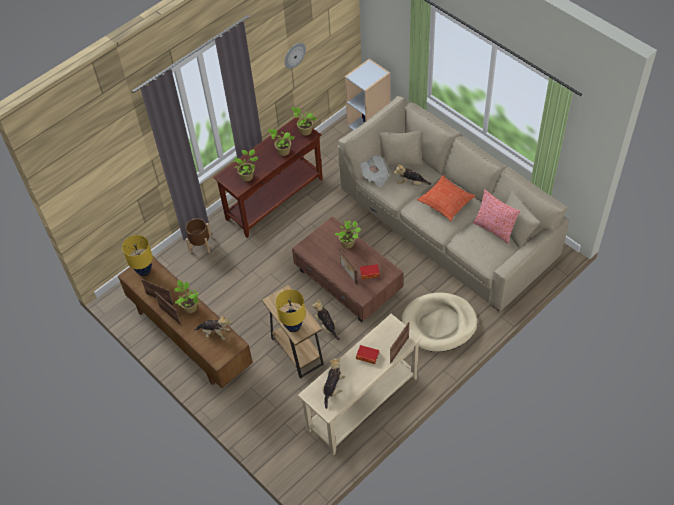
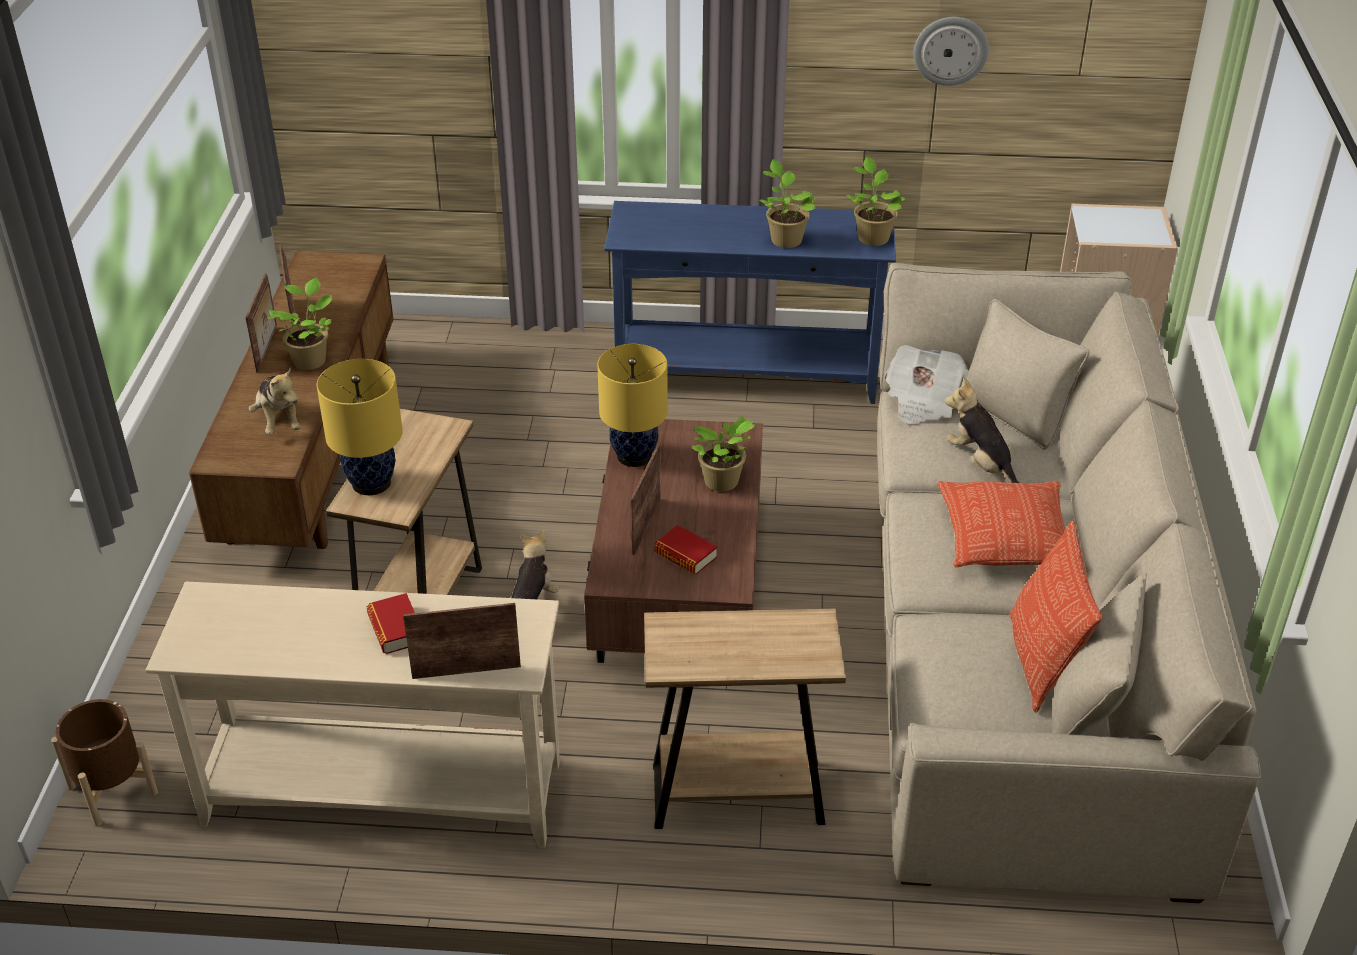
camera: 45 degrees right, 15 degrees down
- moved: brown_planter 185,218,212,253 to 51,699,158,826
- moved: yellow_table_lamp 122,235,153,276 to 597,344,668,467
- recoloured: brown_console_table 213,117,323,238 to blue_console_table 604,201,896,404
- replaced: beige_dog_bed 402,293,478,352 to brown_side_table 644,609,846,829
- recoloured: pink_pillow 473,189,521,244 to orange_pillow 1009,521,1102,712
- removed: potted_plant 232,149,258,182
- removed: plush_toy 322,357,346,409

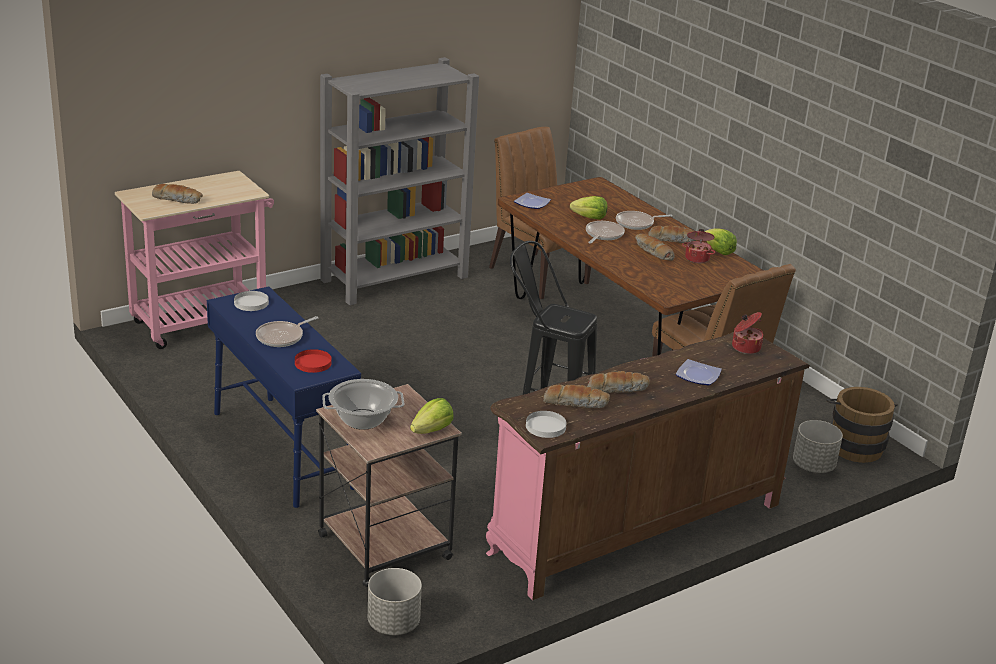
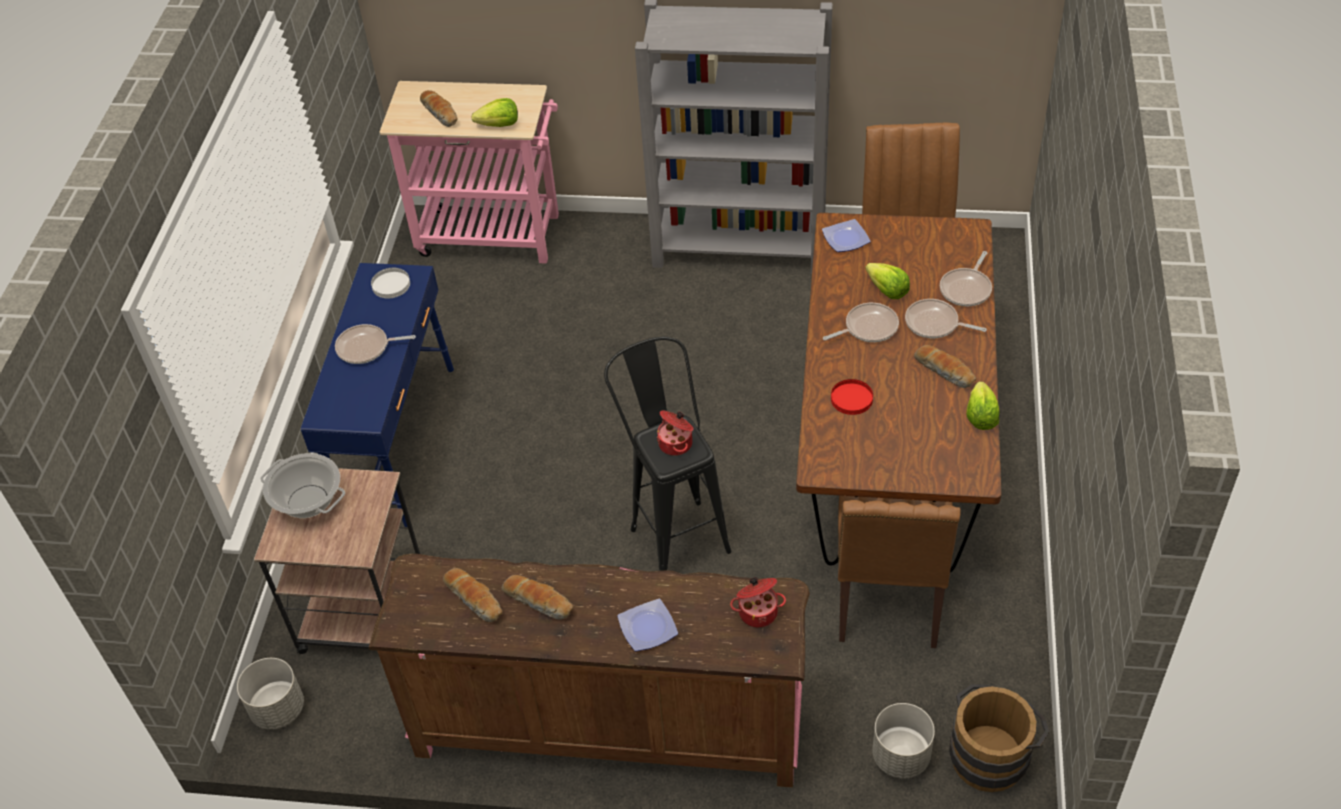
camera: 45 degrees right, 20 degrees up
- moved: lettuce 410,398,454,434 to 471,98,518,127
- moved: cooking_pot 682,229,715,263 to 657,411,694,456
- moved: red_plate 295,349,332,373 to 831,379,873,415
- added: frying_pan 940,251,992,306
- removed: white_plate 526,411,567,438
- removed: bread 635,234,675,261

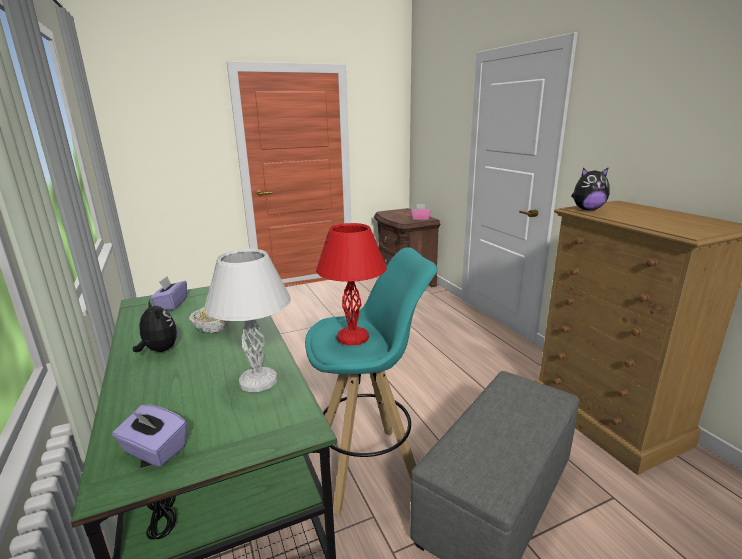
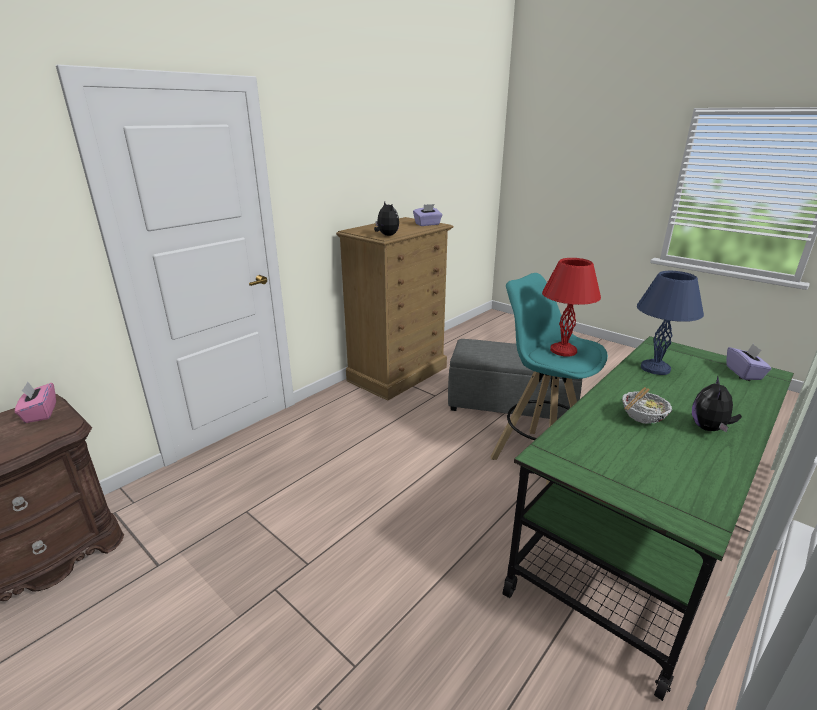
camera: 115 degrees left, 5 degrees up
- moved: purple_tissue_box 150,277,187,310 to 413,204,442,226
- recoloured: white_table_lamp 204,249,291,392 to blue_table_lamp 637,271,704,375

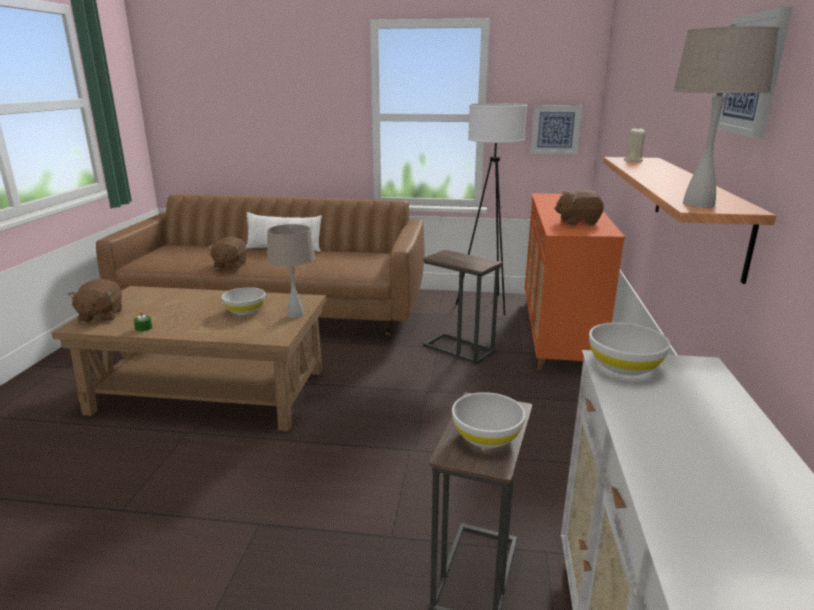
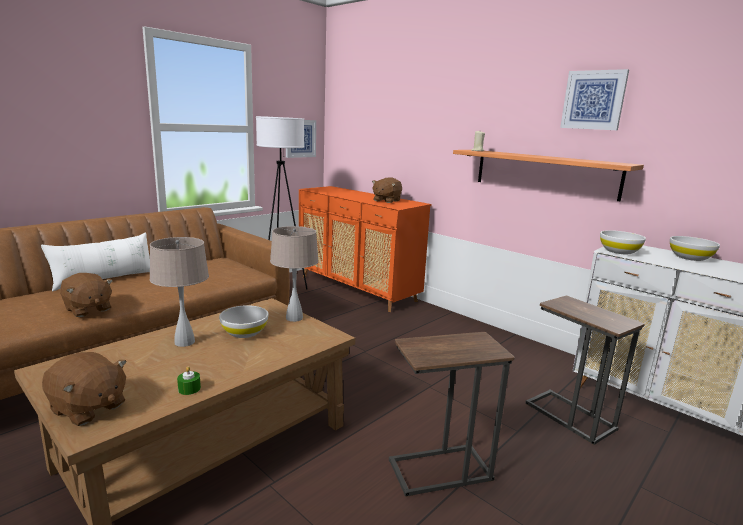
camera: 55 degrees left, 5 degrees down
- moved: beige_table_lamp 673,24,779,207 to 150,237,209,347
- moved: brown_side_table 423,250,502,365 to 389,332,515,497
- moved: white_bowl 452,392,525,448 to 670,236,720,261

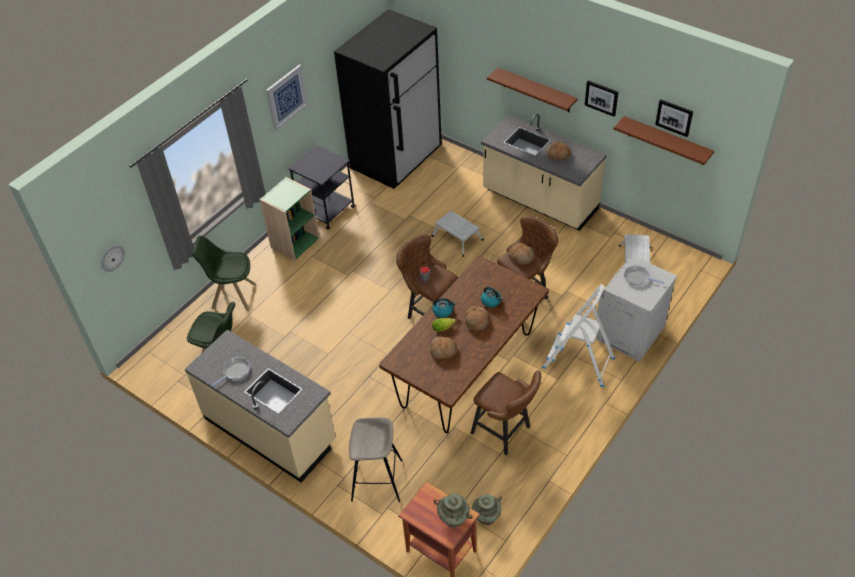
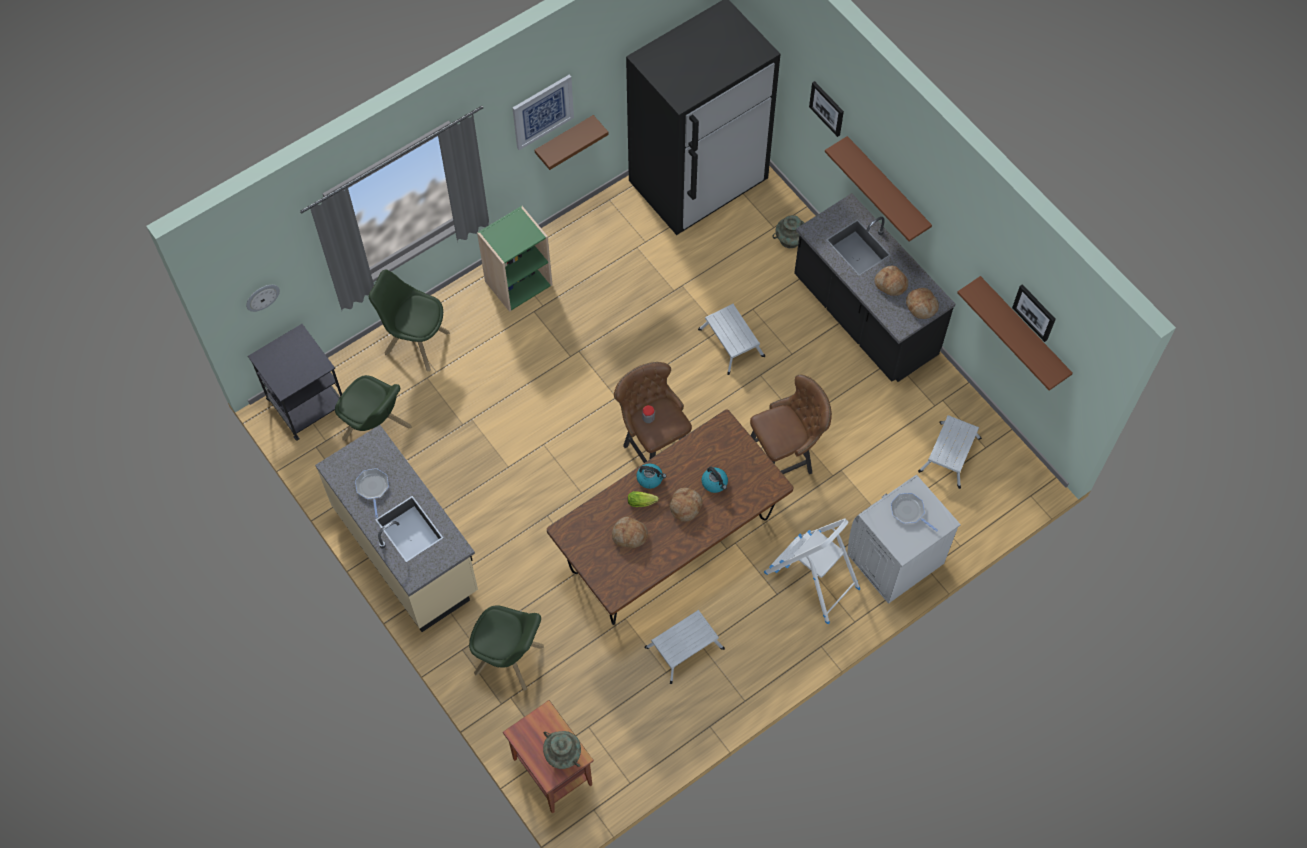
camera: 15 degrees right, 15 degrees up
- moved: black_cart 288,145,355,230 to 248,324,342,441
- turned: frying_pan 212,357,250,386 = 355,468,389,518 75 degrees counterclockwise
- replaced: grey_stool 349,417,403,502 to green_chair 469,606,544,691
- added: brown_shelf 535,115,609,170
- replaced: brown_stool 471,370,541,456 to white_step_ladder 644,610,725,684
- moved: turquoise_vase 472,494,502,525 to 772,215,804,248
- recoloured: beige_counter 481,114,607,231 to black_counter 794,193,956,382
- moved: picture 585,80,618,117 to 809,81,844,137
- moved: bread 508,243,534,265 to 906,288,939,319

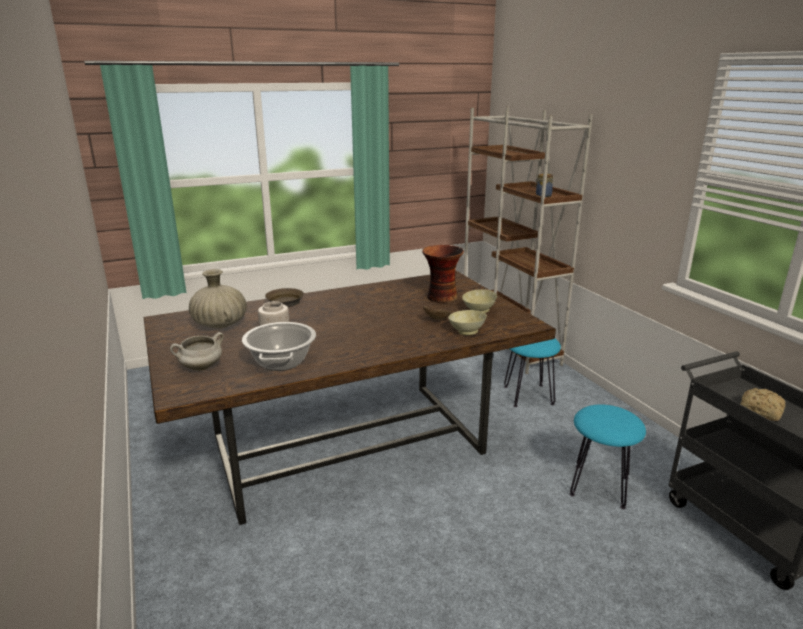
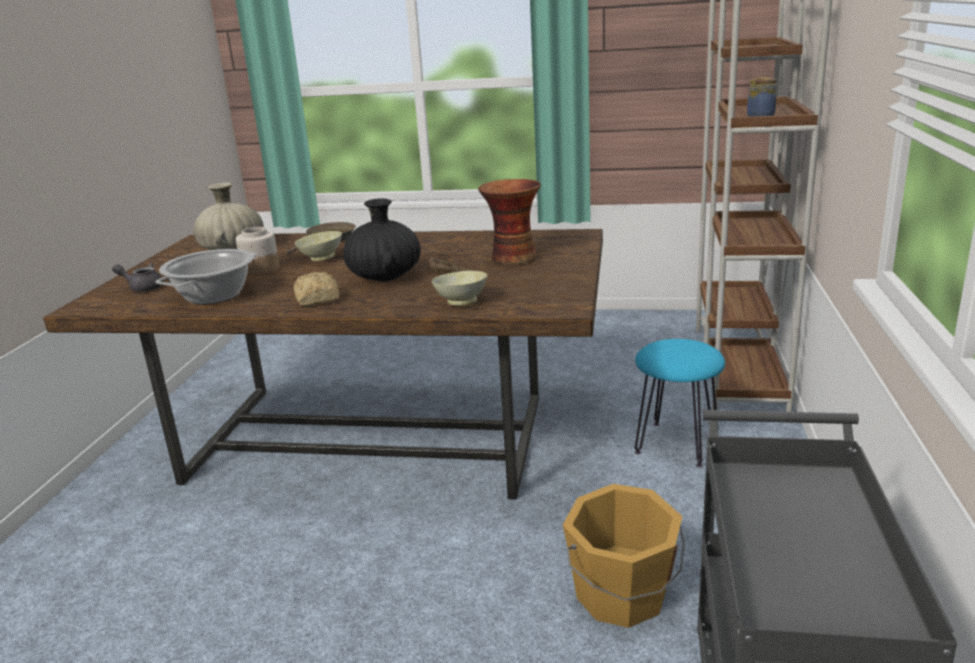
camera: 35 degrees right, 0 degrees up
- replaced: white_cooking_pot 170,332,224,371 to grey_teapot 112,263,163,292
- moved: bread 741,388,785,421 to 294,272,340,307
- moved: beige_bowl 462,289,497,313 to 295,231,342,262
- added: black_vase 343,198,421,282
- replaced: turquoise_stool 570,404,646,509 to orange_bucket 563,484,685,628

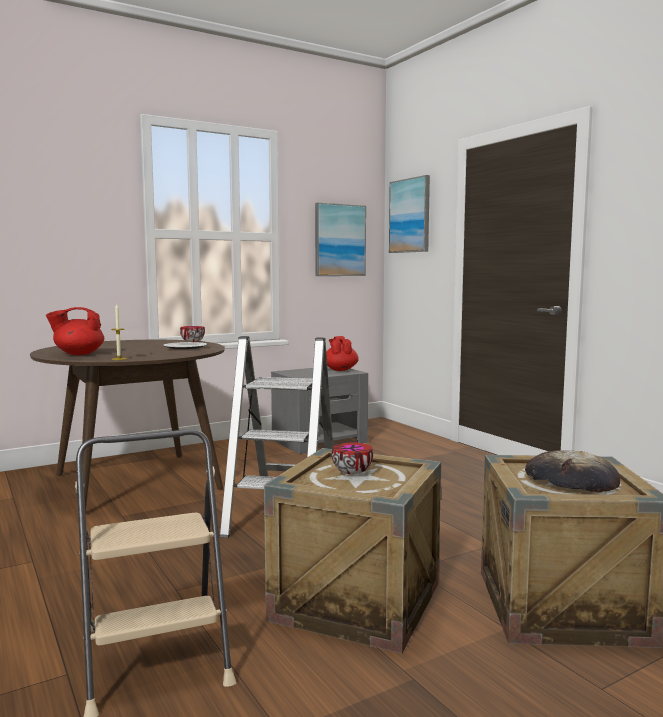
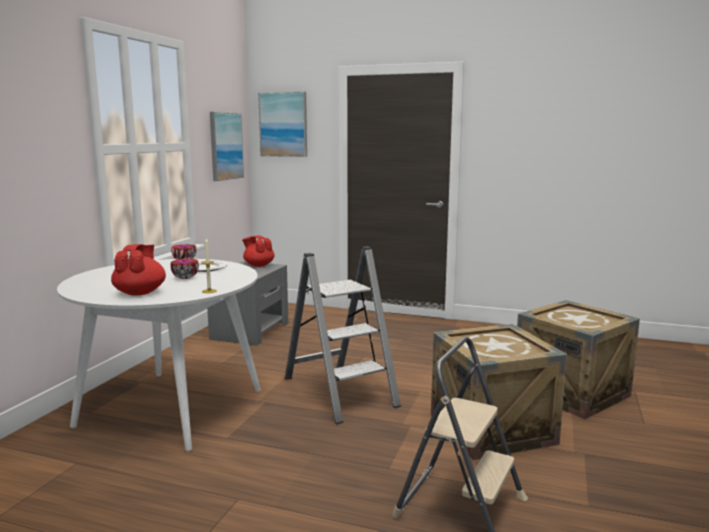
camera: 40 degrees left, 5 degrees up
- recoloured: brown_dining_table 30,340,225,514 to white_dining_table 57,259,261,451
- turned: red_teapot 46,307,104,355 = 111,244,166,296 150 degrees clockwise
- moved: bowl 332,443,373,475 to 170,259,199,279
- removed: bread 525,450,620,492

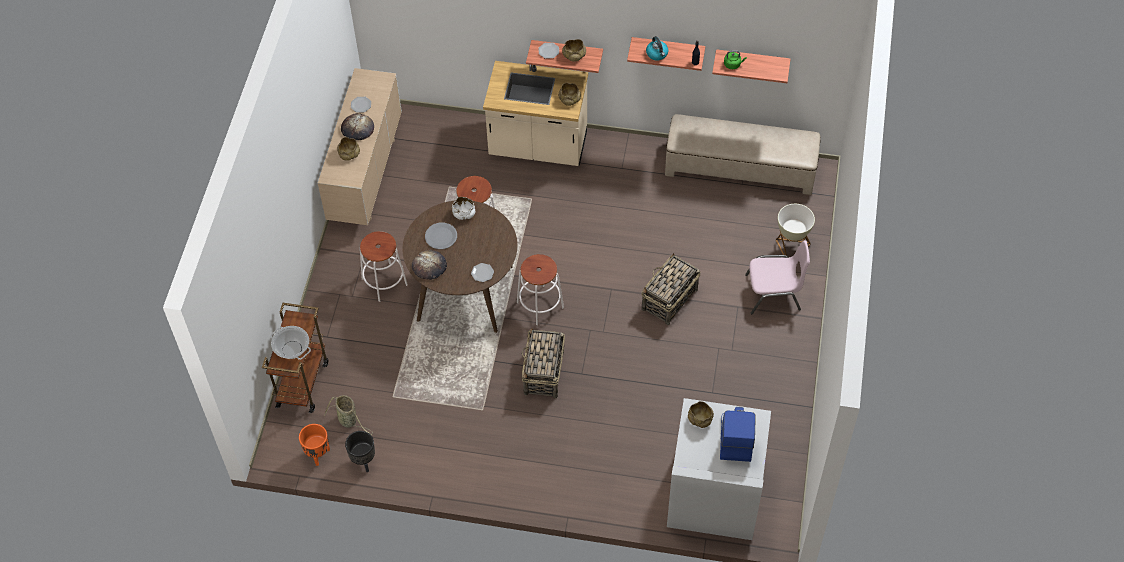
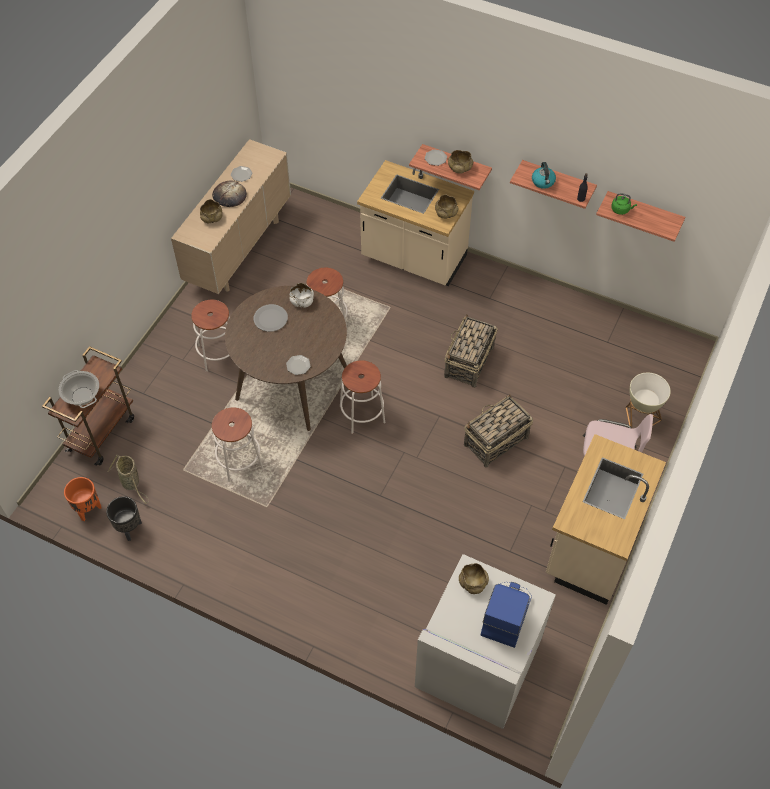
camera: 15 degrees right, 0 degrees up
- added: white_stool 212,407,263,482
- moved: basket 522,328,565,398 to 444,315,497,388
- added: beige_counter 546,434,666,605
- removed: bread 412,250,447,280
- removed: beige_bench 665,114,821,195

